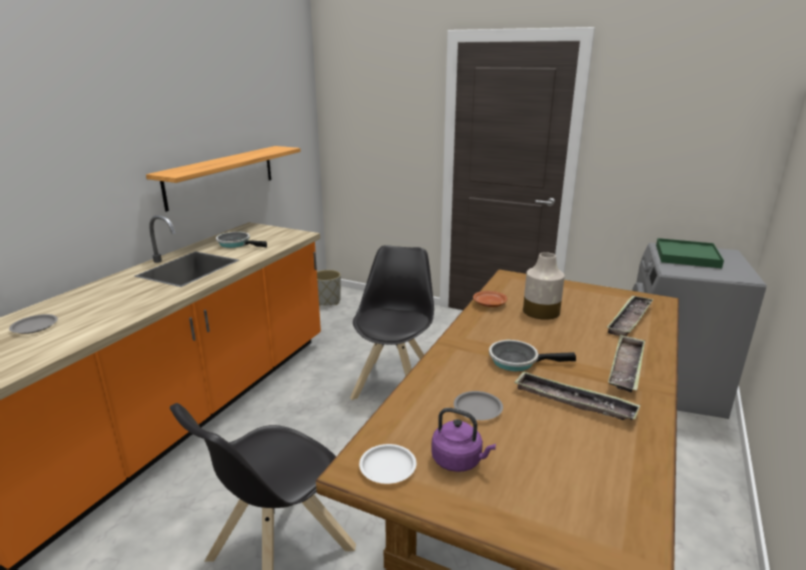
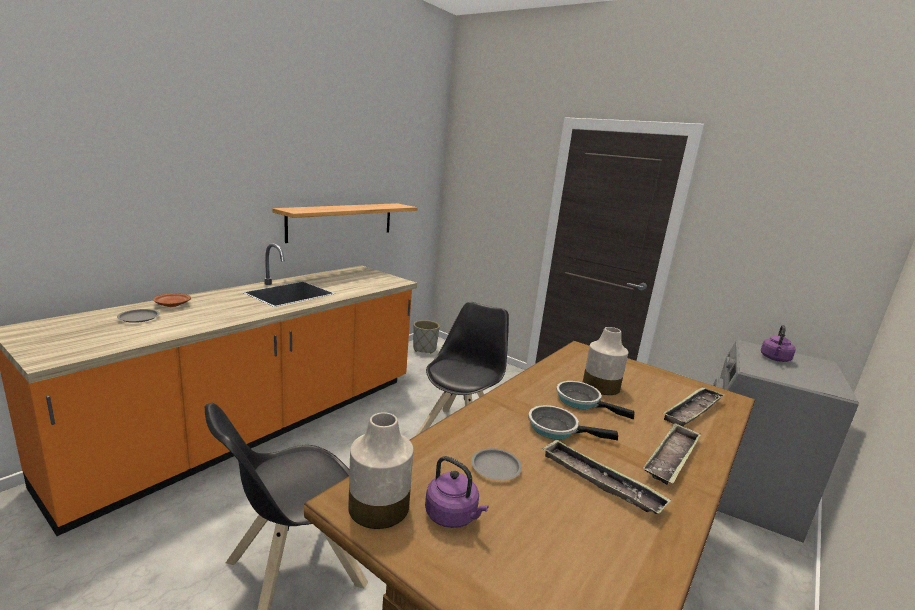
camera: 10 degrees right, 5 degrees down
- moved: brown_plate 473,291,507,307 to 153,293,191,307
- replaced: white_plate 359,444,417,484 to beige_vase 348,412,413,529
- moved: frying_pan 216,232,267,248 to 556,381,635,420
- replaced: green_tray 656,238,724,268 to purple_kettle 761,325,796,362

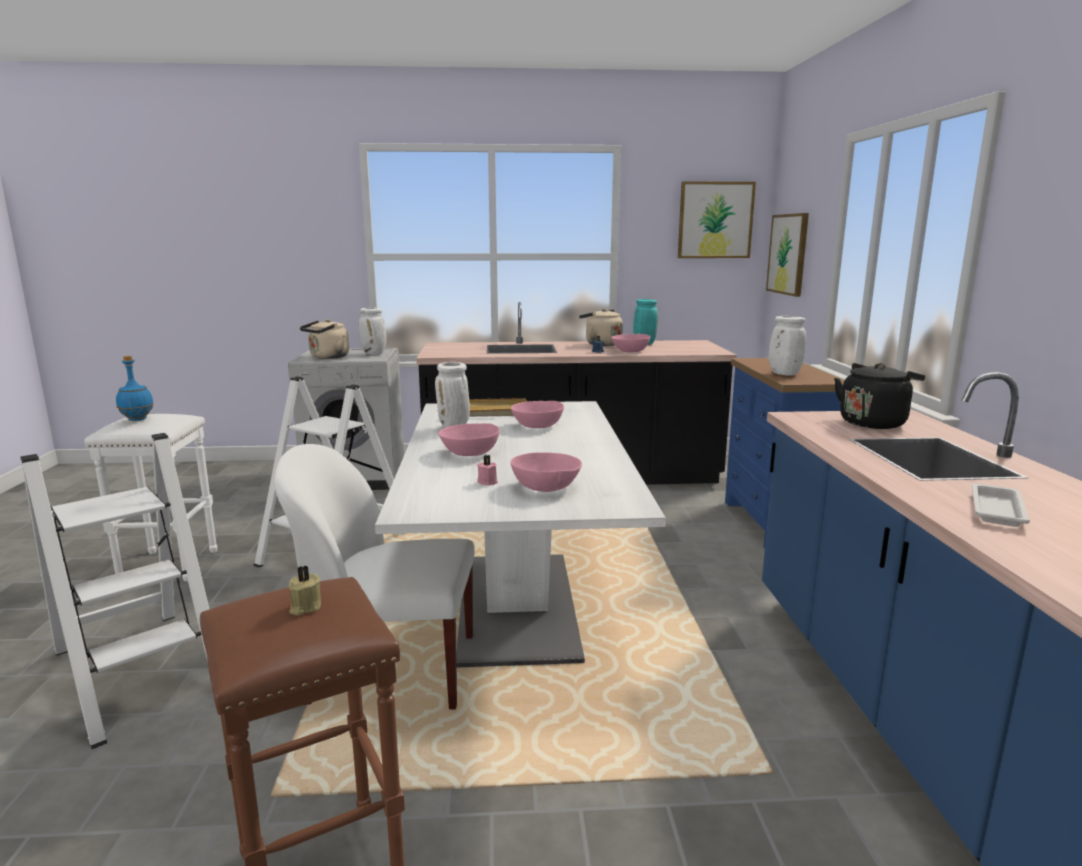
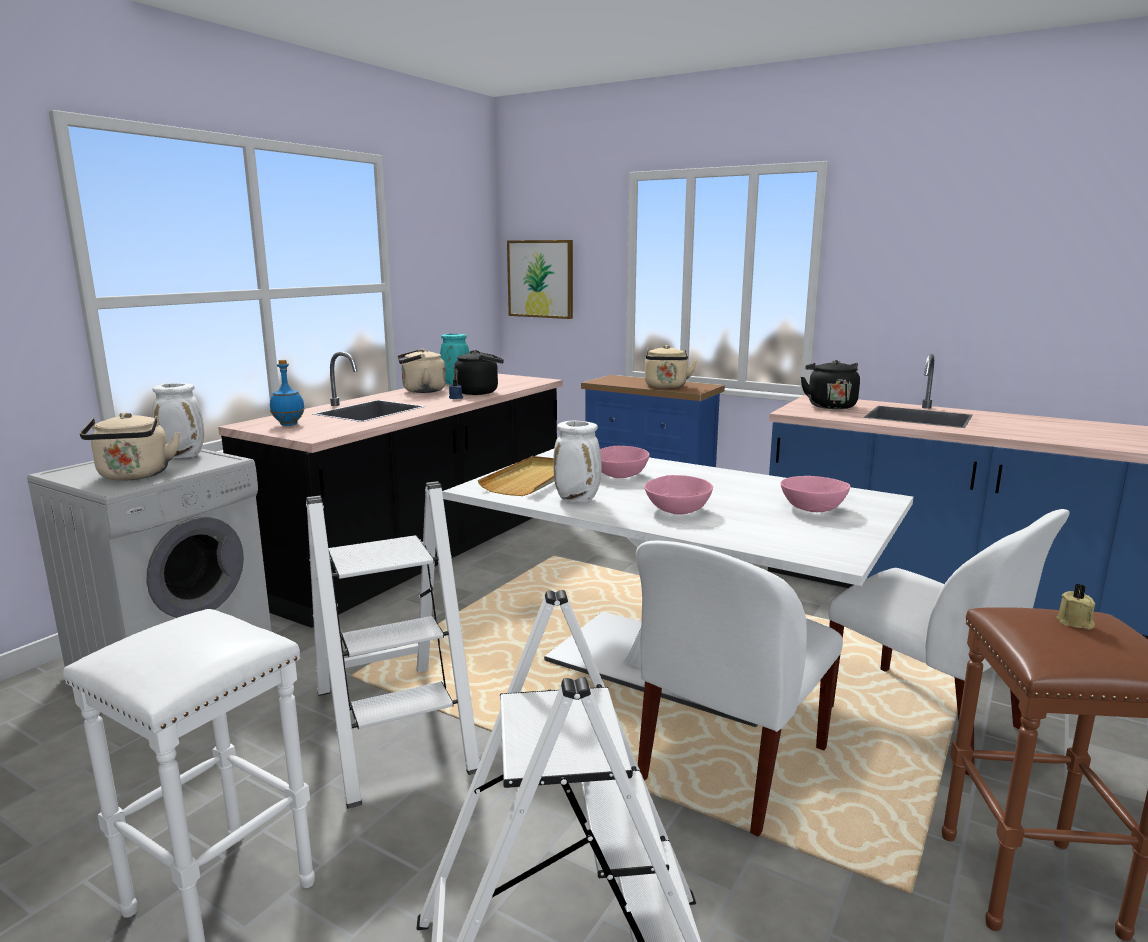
camera: 55 degrees left, 0 degrees up
- moved: blue_bottle 116,356,154,421 to 270,360,305,426
- replaced: pink_bowl 611,334,650,352 to black_kettle 454,350,504,395
- replaced: white_vase 769,316,806,376 to beige_kettle 645,345,697,389
- added: white_chair 828,509,1070,776
- removed: pink_candle 477,455,498,486
- removed: picture 678,181,756,258
- removed: white_tray 972,483,1030,527

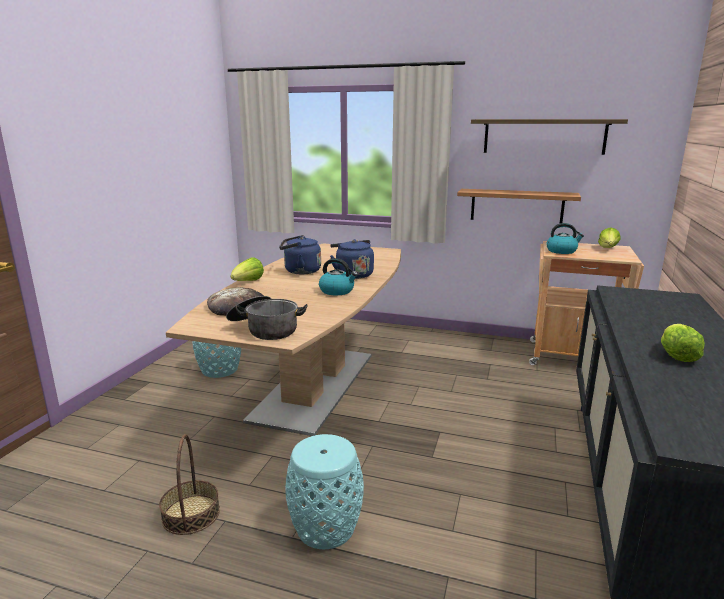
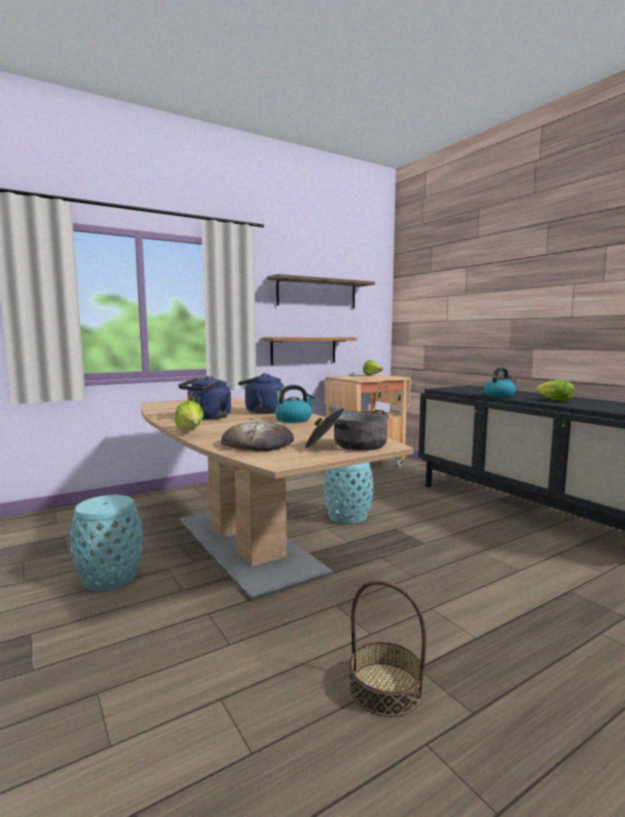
camera: 50 degrees left, 10 degrees down
- moved: turquoise_stool 285,434,364,549 to 324,462,373,524
- moved: kettle 547,223,584,254 to 484,368,516,397

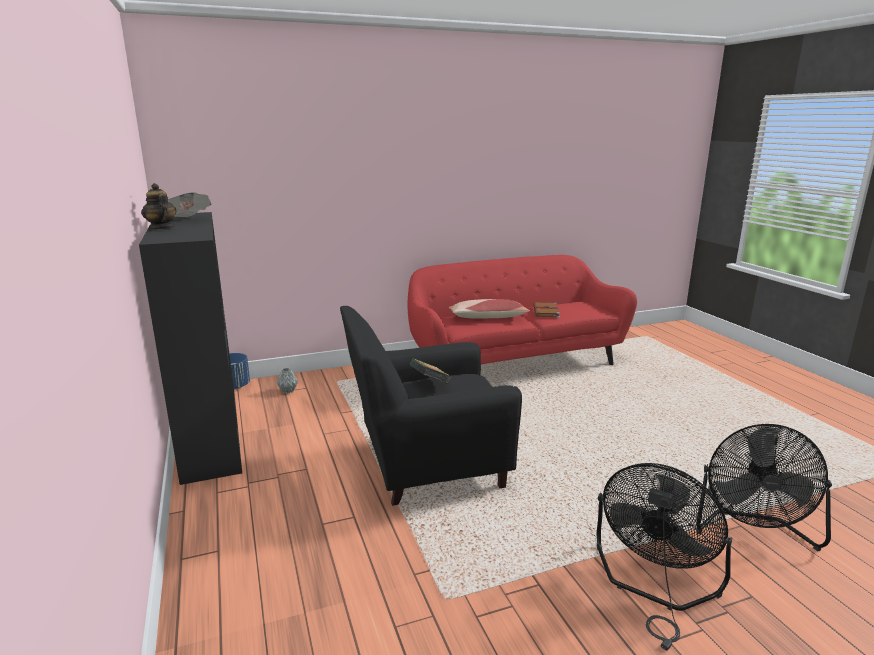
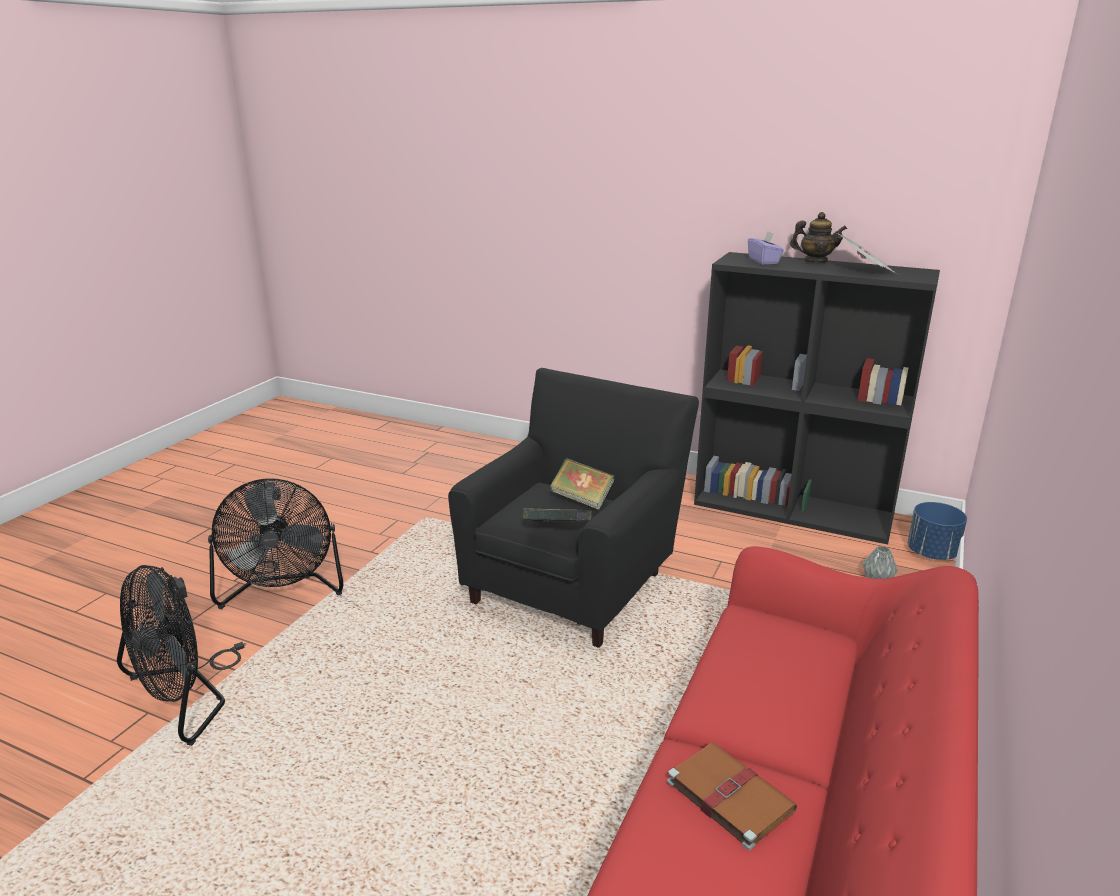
camera: 135 degrees right, 5 degrees up
- turned: black_fan 696,423,832,552 = 117,565,247,746 105 degrees counterclockwise
- added: book 523,508,591,522
- added: purple_tissue_box 748,232,784,264
- removed: pillow 449,299,530,319

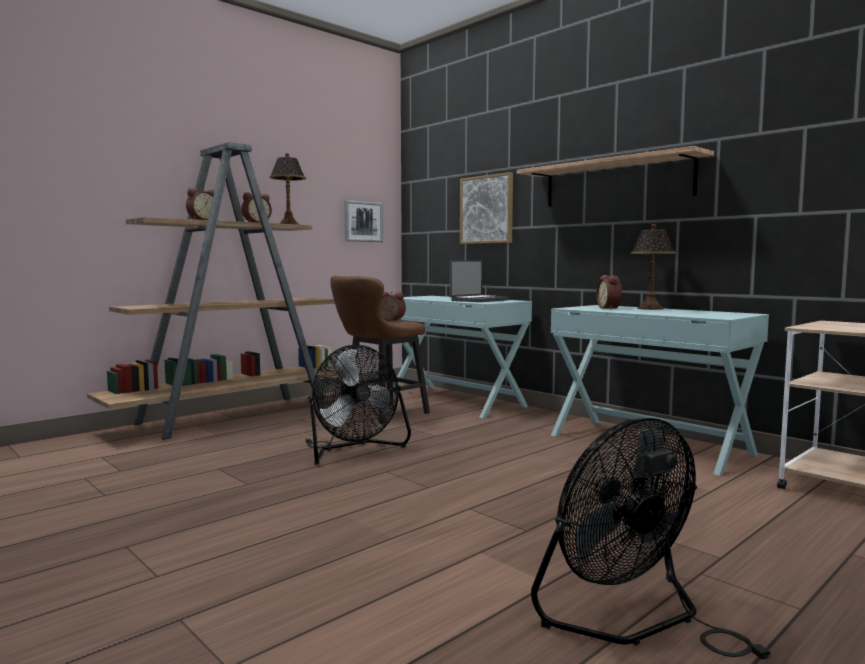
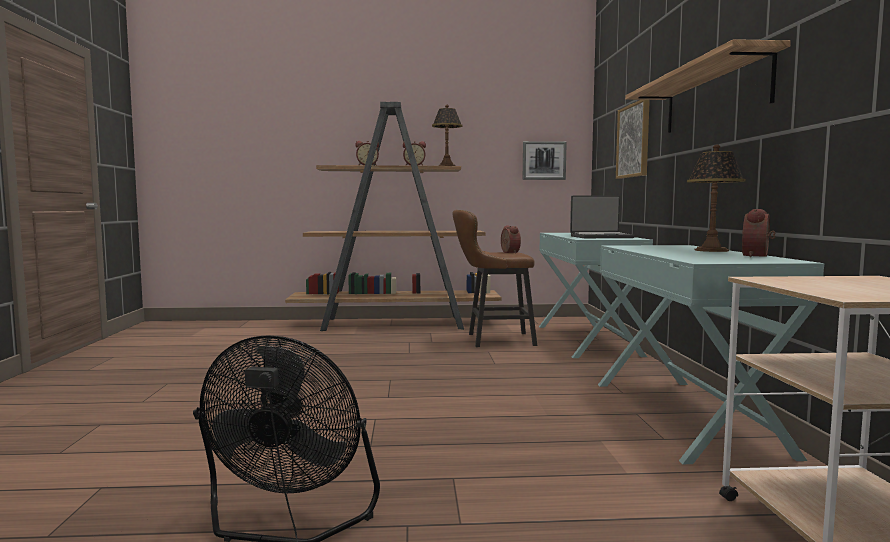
camera: 40 degrees right, 0 degrees up
- moved: alarm_clock 596,275,622,310 to 742,209,776,257
- removed: black_fan 306,345,411,464

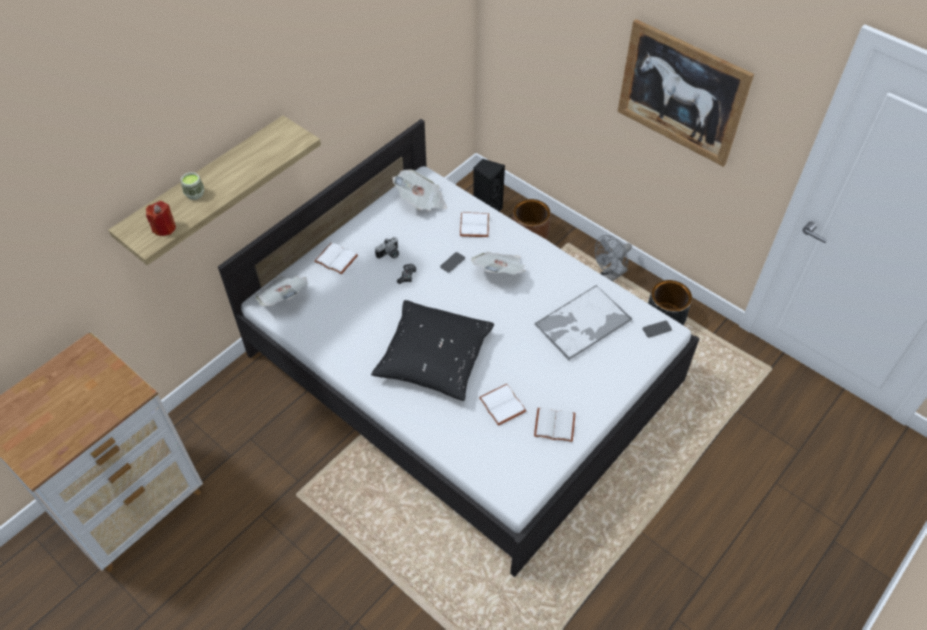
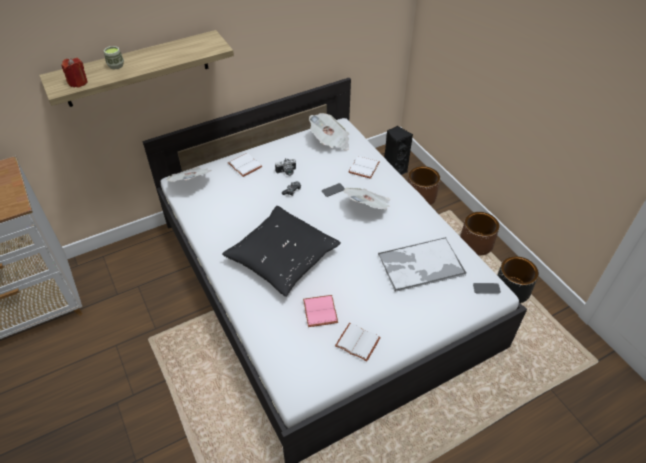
camera: 20 degrees right, 5 degrees down
- recoloured: white_book 479,384,526,426 to pink_book 303,295,338,327
- replaced: grey_fan 595,235,632,281 to brown_planter 460,212,500,256
- removed: picture 617,19,754,167

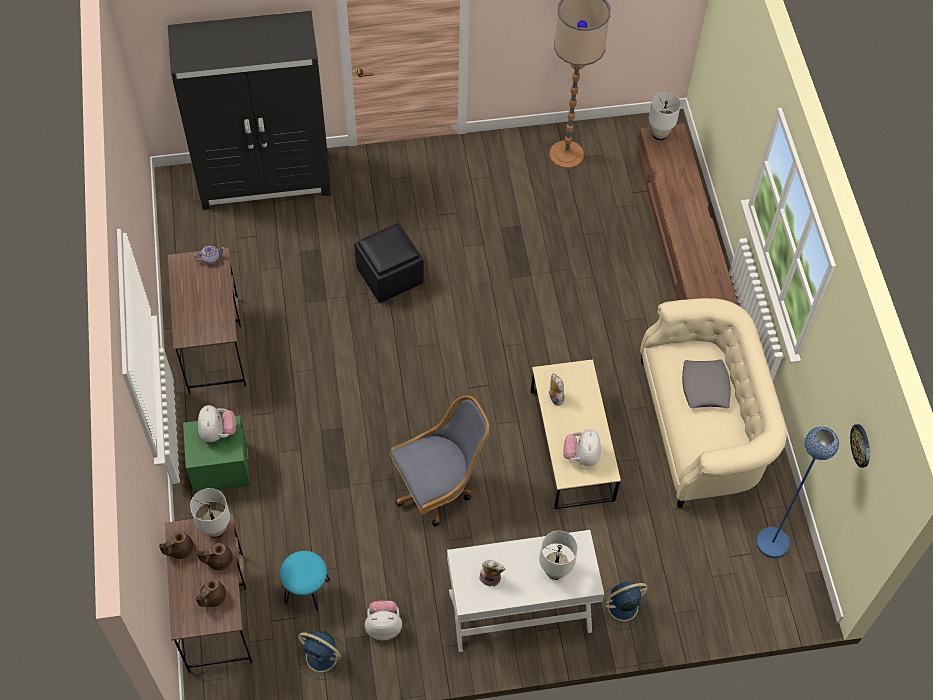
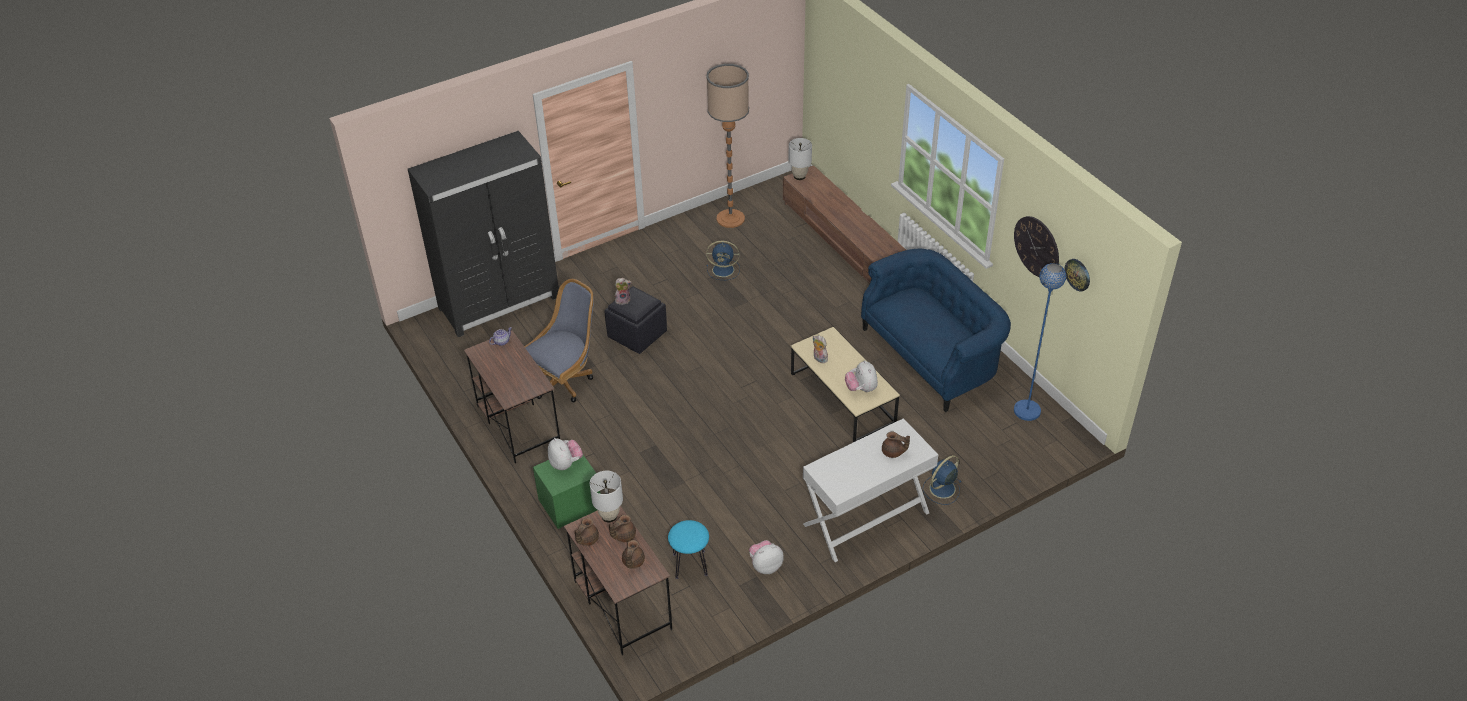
camera: 20 degrees left, 15 degrees down
- moved: blue_office_chair 389,395,489,527 to 524,279,594,403
- moved: plush_toy 479,560,506,587 to 615,278,632,305
- moved: blue_fan 298,631,347,680 to 706,241,740,280
- recoloured: beige_sofa 640,298,787,508 to blue_sofa 861,249,1011,412
- replaced: white_table_lamp 539,531,578,580 to brown_teapot 882,431,910,458
- added: wall_clock 1014,216,1059,277
- removed: grey_pillow 682,359,731,409

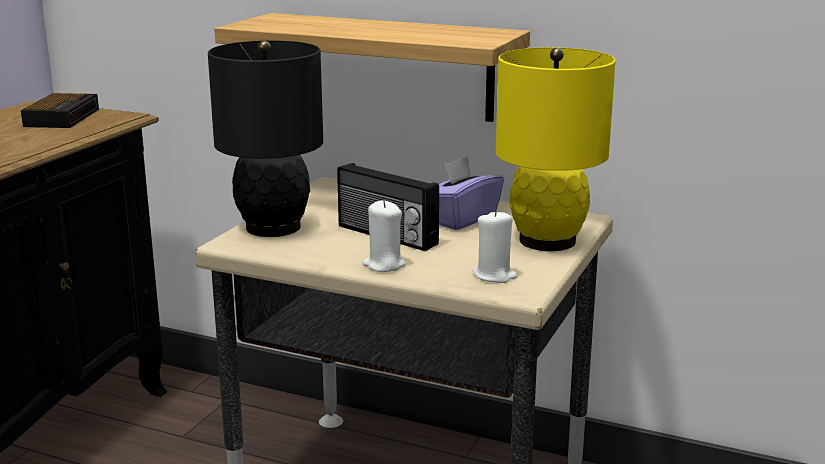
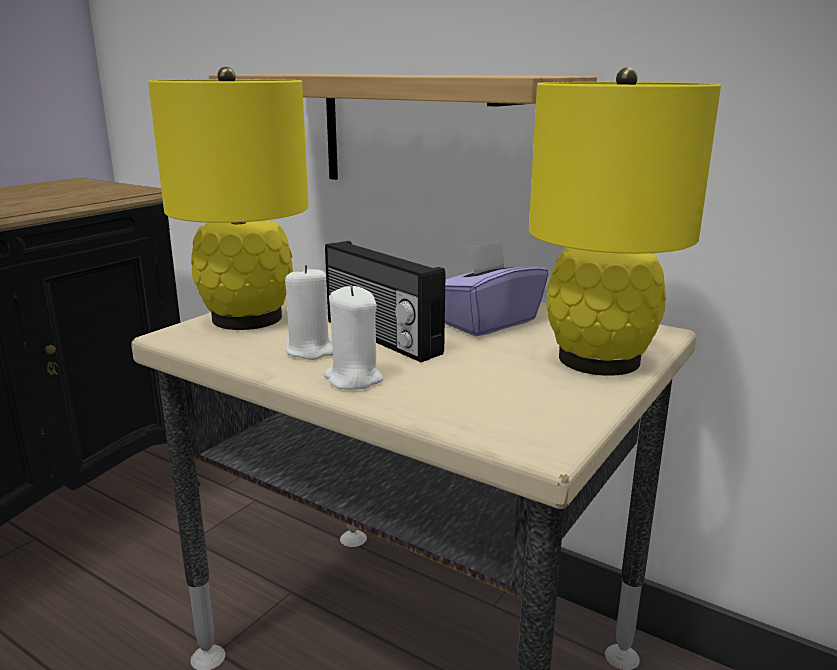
camera: 10 degrees right, 0 degrees up
- recoloured: black_table_lamp 208,40,323,237 to yellow_table_lamp 148,67,309,330
- moved: white_candle 473,210,517,283 to 285,265,333,360
- removed: alarm_clock 21,93,99,128

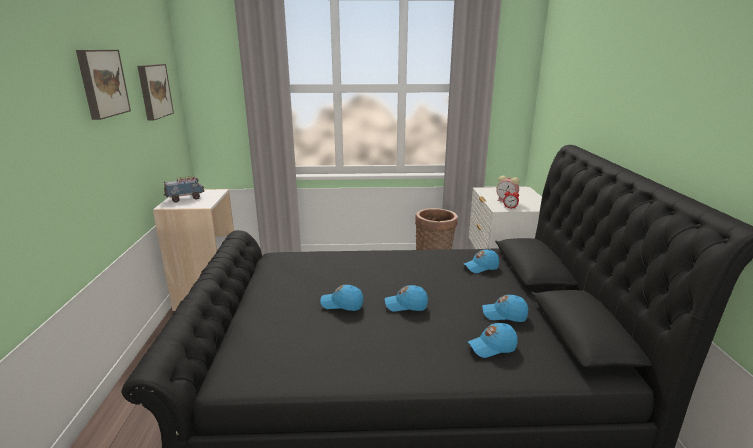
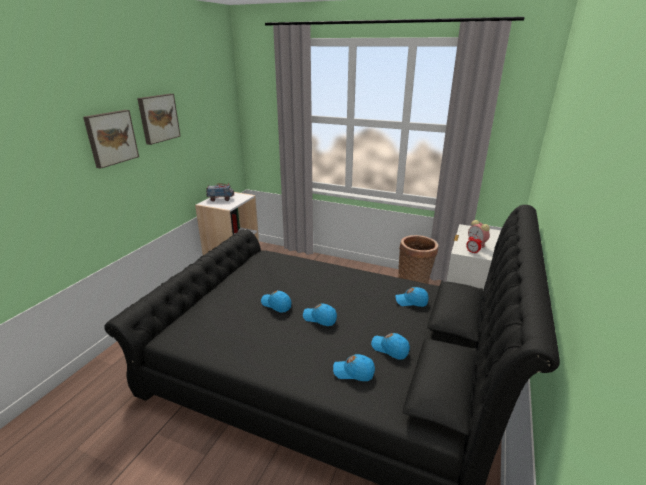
camera: 25 degrees right, 5 degrees up
- moved: picture 138,64,174,121 to 83,110,139,169

